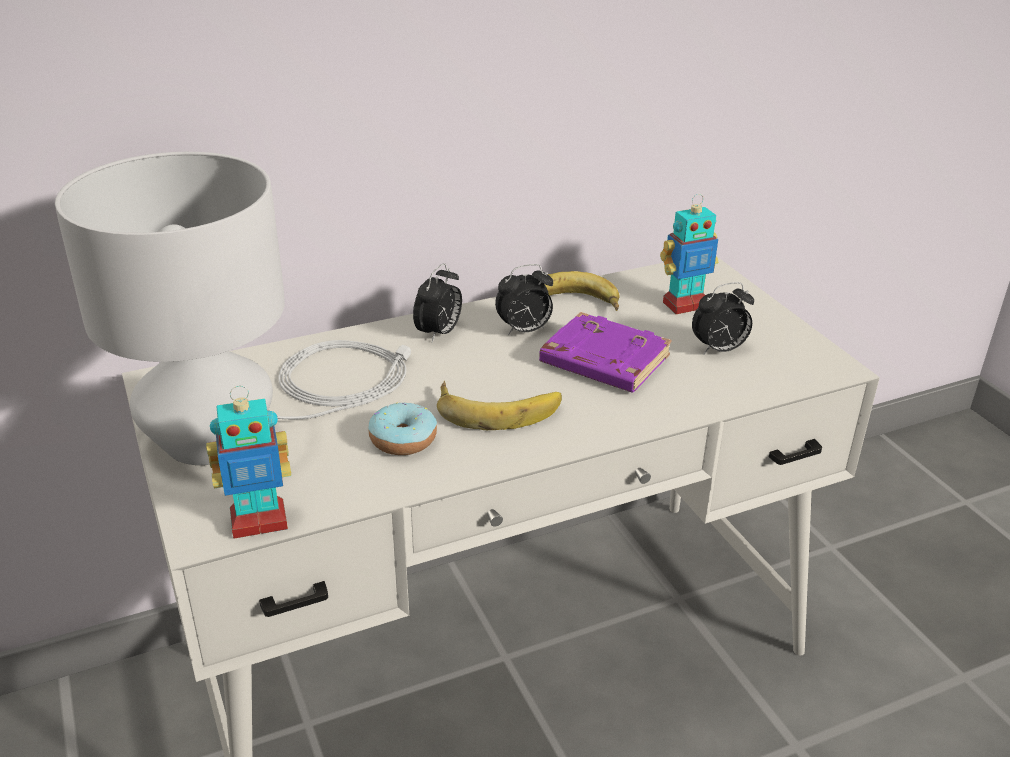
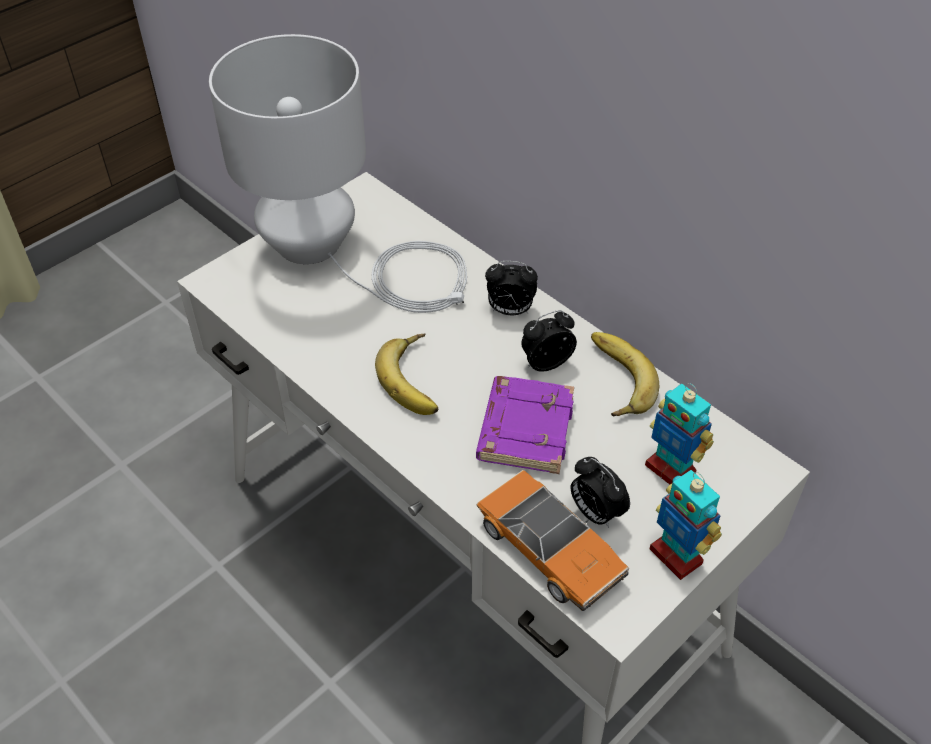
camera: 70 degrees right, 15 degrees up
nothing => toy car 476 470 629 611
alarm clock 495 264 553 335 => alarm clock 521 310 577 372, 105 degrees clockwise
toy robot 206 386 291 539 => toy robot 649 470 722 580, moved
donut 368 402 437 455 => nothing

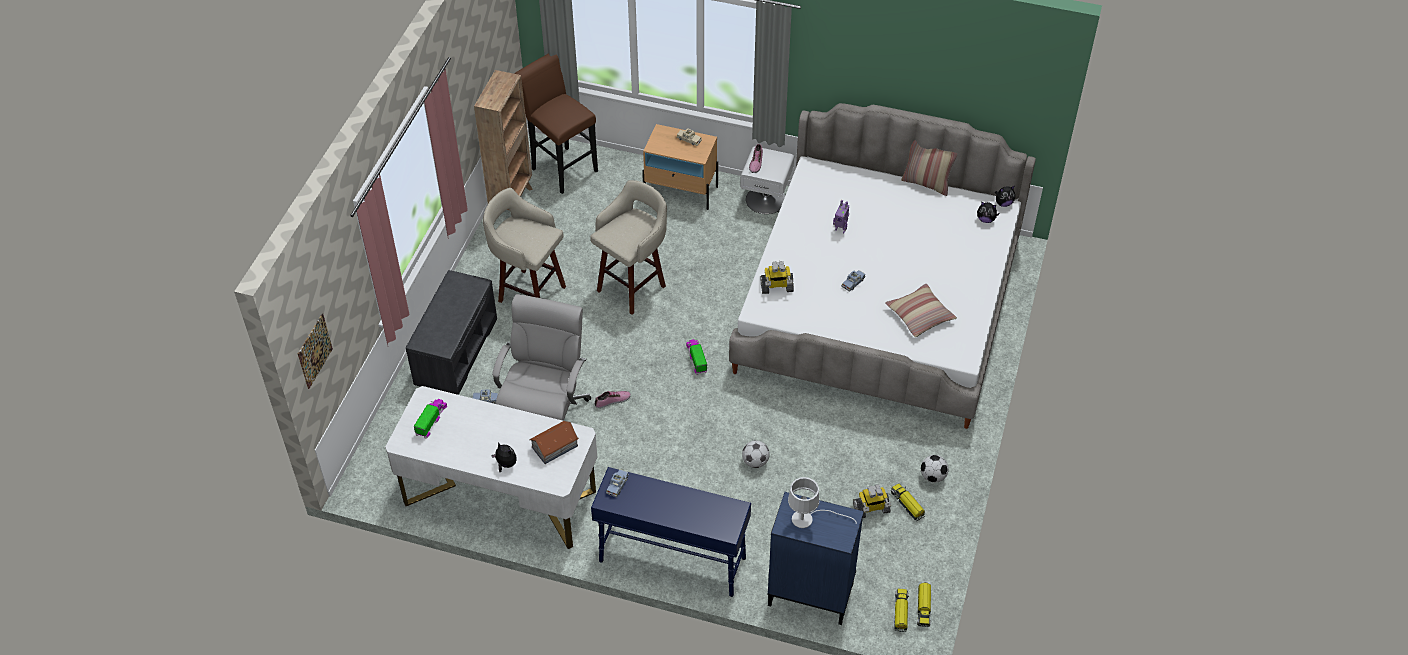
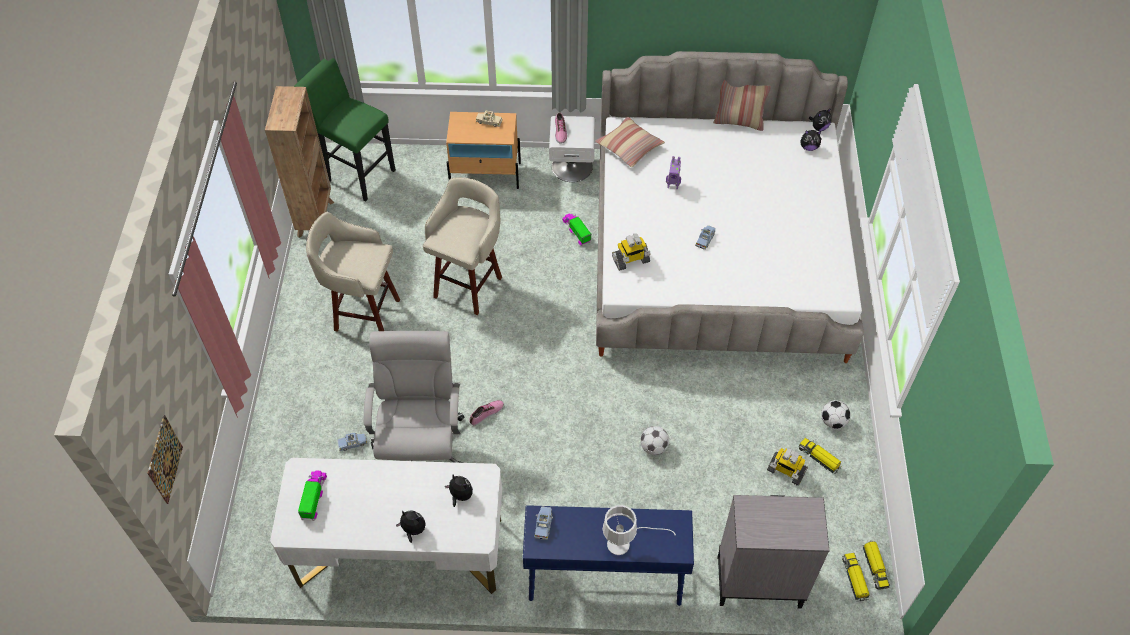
camera: 15 degrees left, 5 degrees up
stool in brown 514 53 598 194 => stool in green 294 58 396 201
toy house 530 421 579 464 => plush toy 445 475 473 507
toy truck 686 339 707 375 => toy truck 562 214 591 246, moved
pillow 885 284 957 337 => pillow 595 117 665 167, moved
table lamp in white 788 477 857 528 => table lamp in white 603 505 676 555, moved
dresser in blue 767 492 864 625 => dresser in grey 718 495 829 609
toy robot 853 485 891 518 => toy robot 767 448 808 486, 60 degrees clockwise
bench in grey 406 270 497 395 => nothing

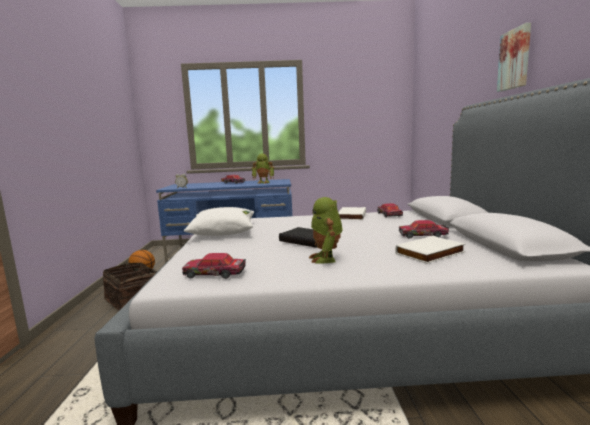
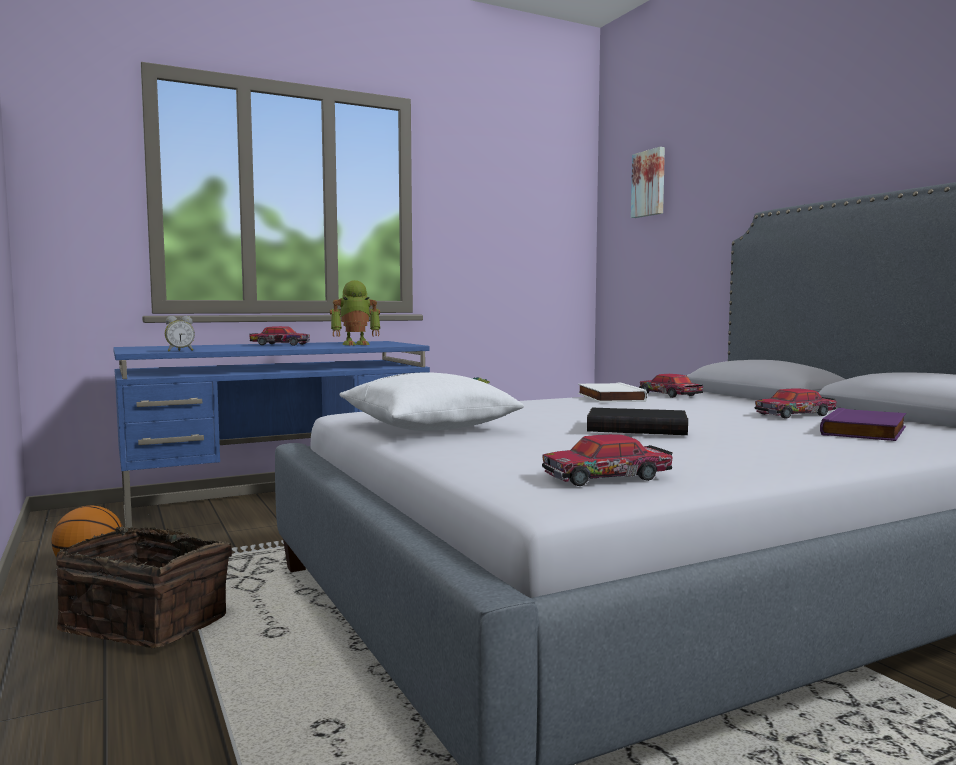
camera: 25 degrees left, 5 degrees down
picture 497 23 531 92 => picture 631 147 665 218, moved
book in white 395 236 465 264 => book in purple 820 408 906 441
toy robot 309 197 343 263 => nothing

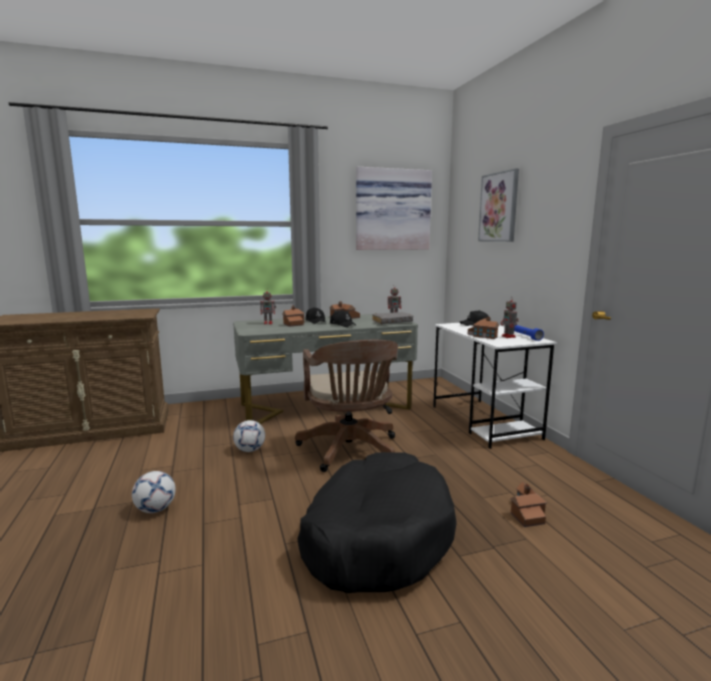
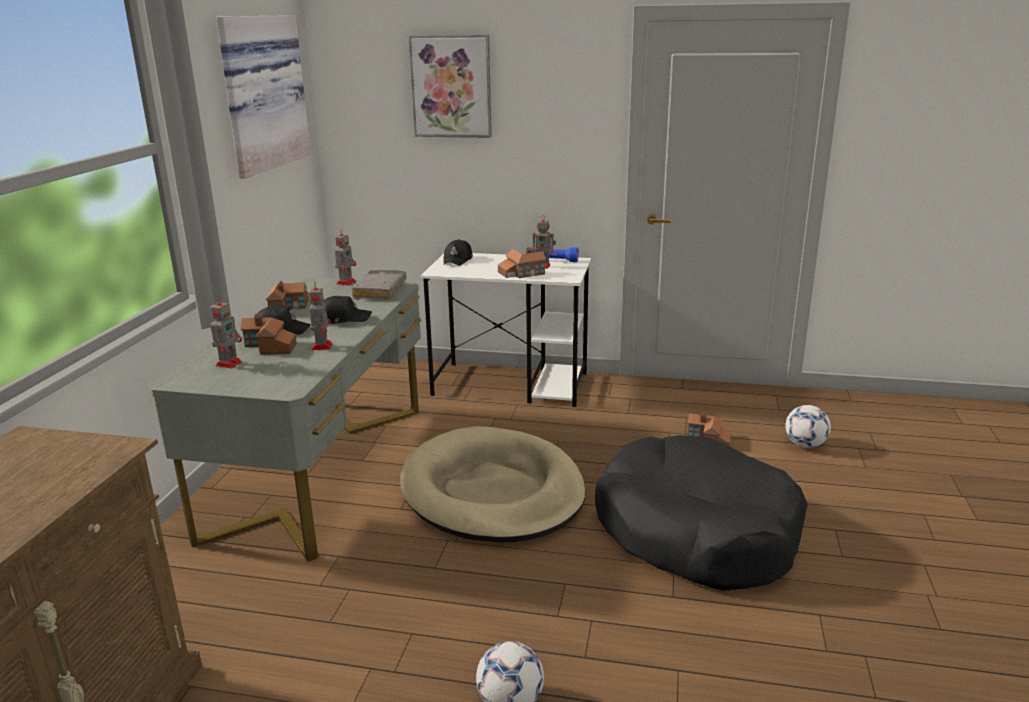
camera: 60 degrees left, 10 degrees up
nothing => toy robot 309 281 333 350
office chair in brown 295 340 398 472 => dog bed in beige 400 426 586 543
football 233 420 265 452 => football 785 405 831 448, moved

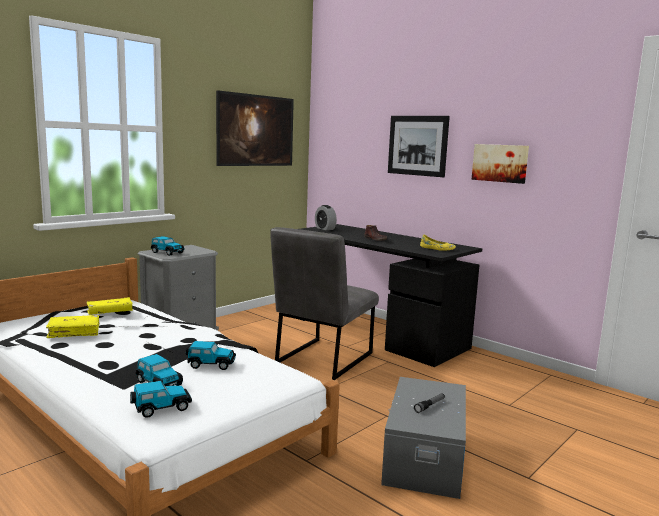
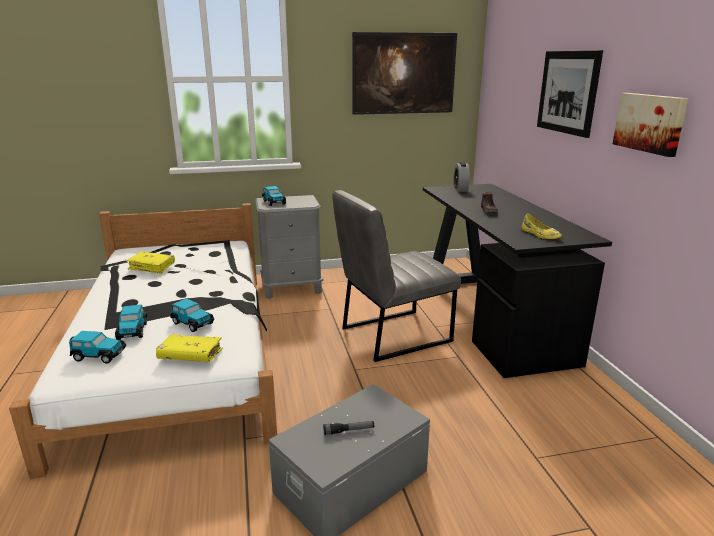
camera: 35 degrees right, 10 degrees up
book in yellow 86 297 133 315 => book in yellow 156 334 223 362, moved

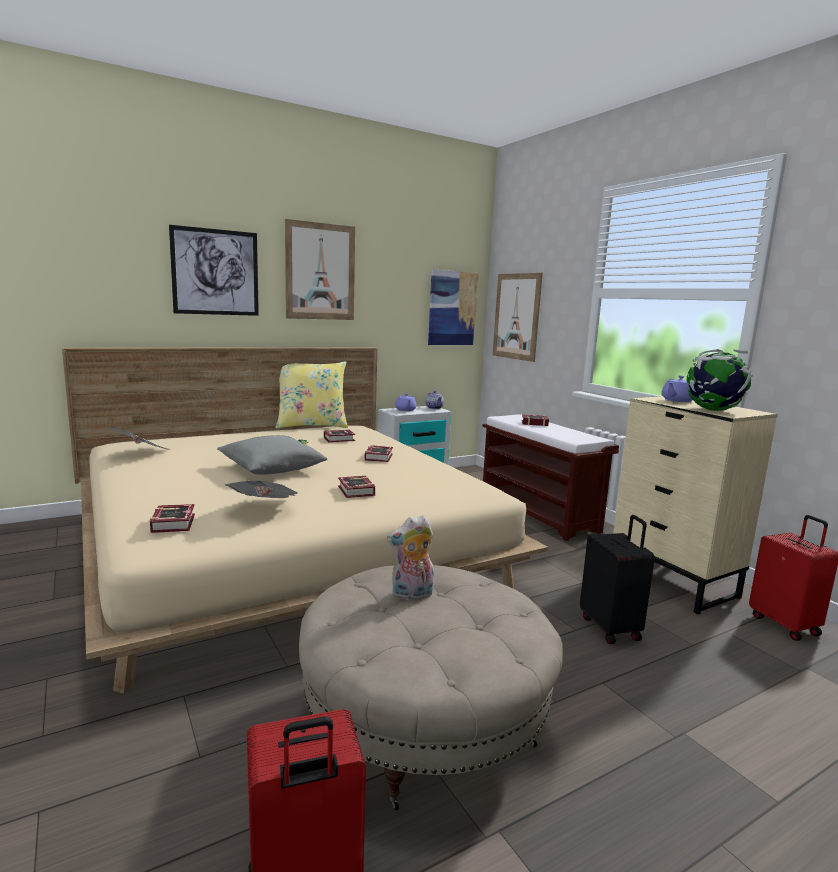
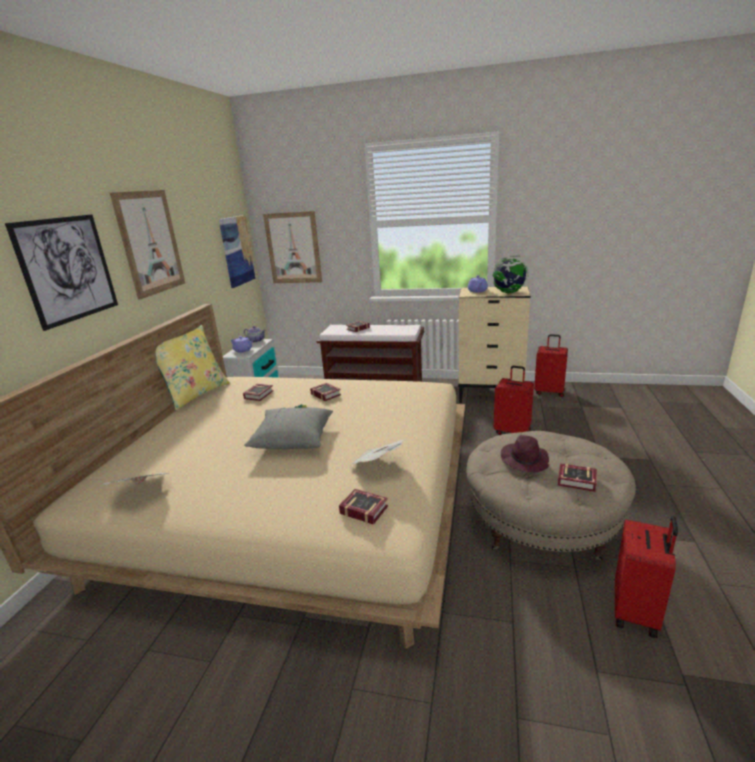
camera: 45 degrees left, 10 degrees up
suitcase in black 580 515 655 644 => suitcase in red 494 366 534 435
plush toy 387 515 434 600 => hat in purple 501 435 549 472
book 338 476 375 498 => book 558 463 597 492, moved

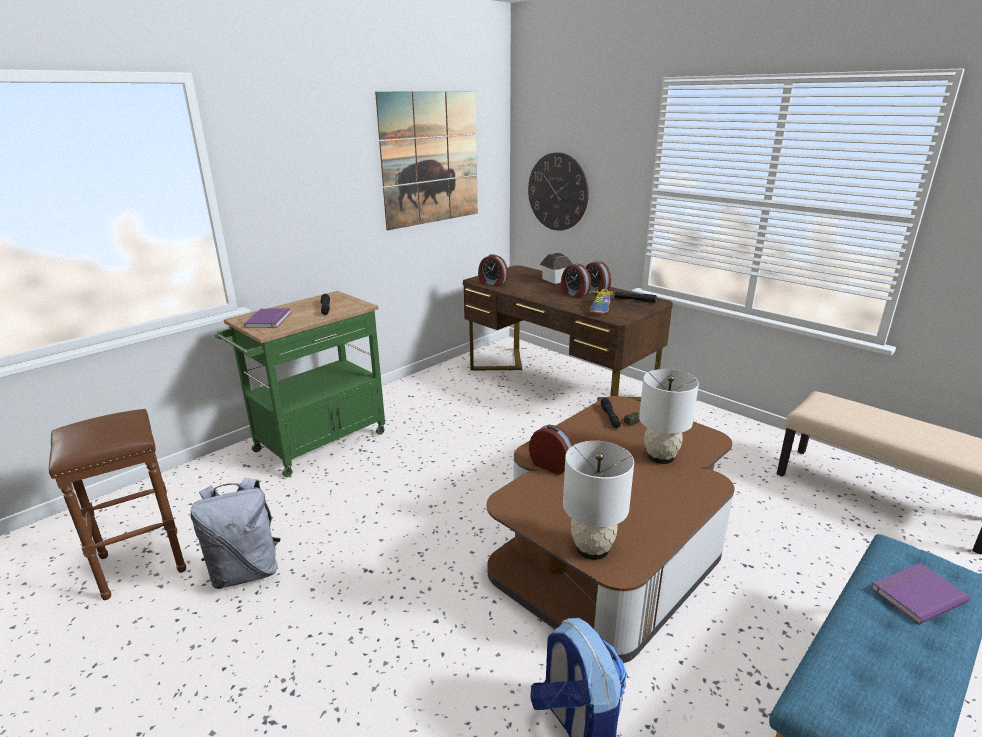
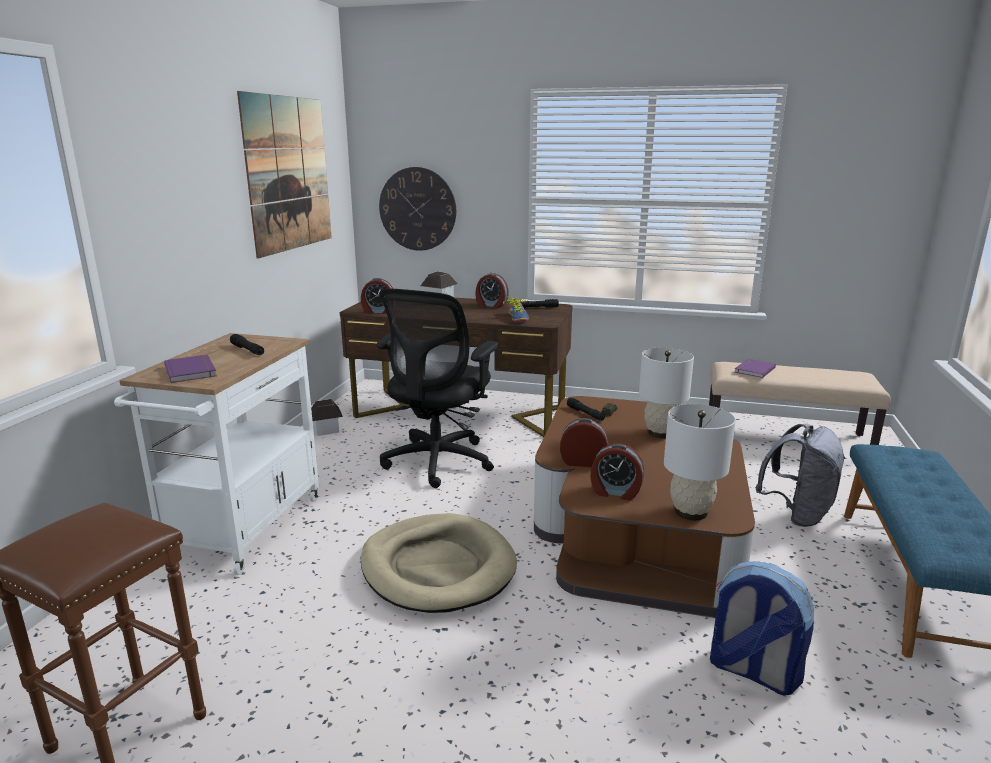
camera: 30 degrees left, 5 degrees down
cart in green 215 291 385 477 => cart in white 114 333 319 575
nothing => toy house 311 399 343 436
nothing => dog bed in beige 361 513 517 613
nothing => office chair in black 377 289 498 488
alarm clock 561 263 591 298 => alarm clock 590 443 644 500, moved
book in purple 871 563 971 625 => book in purple 735 359 776 378, moved
backpack in grey 190 478 281 589 => backpack in grey 755 424 846 527, moved

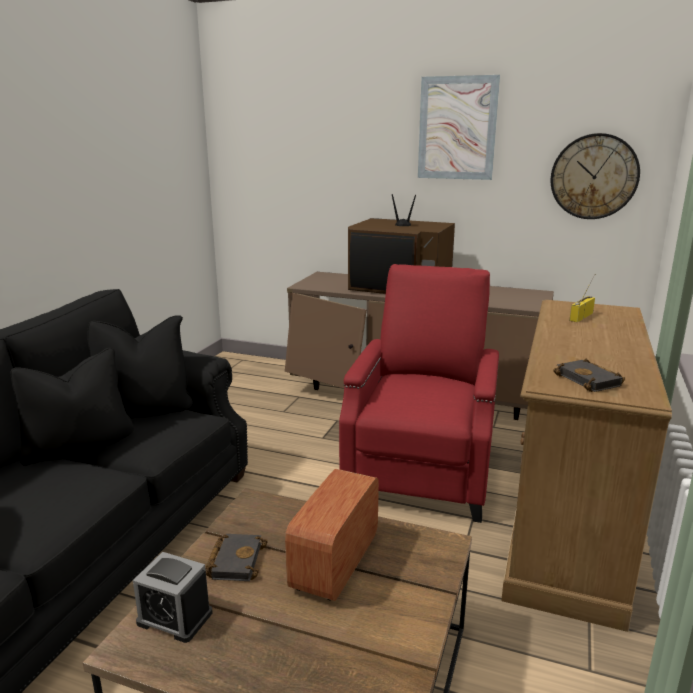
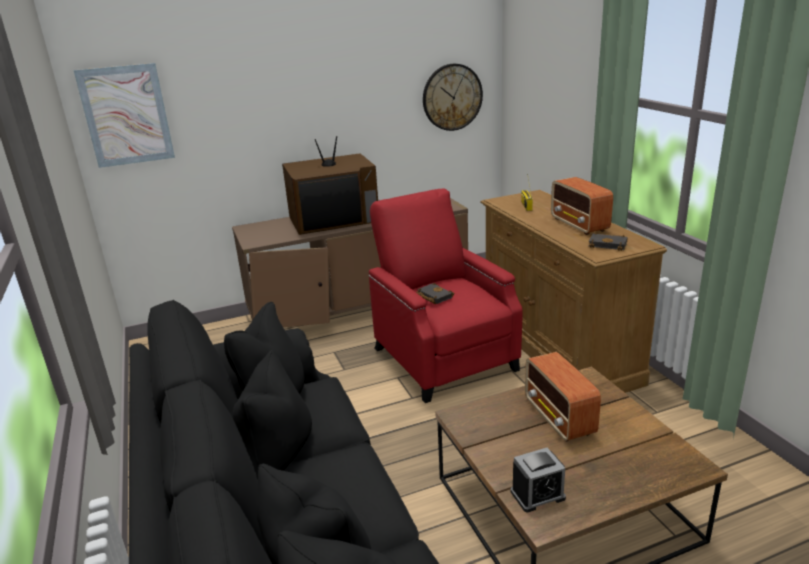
camera: 40 degrees left, 5 degrees up
picture 418 75 500 180 => picture 73 63 175 168, moved
book in black 205 534 268 581 => book in black 416 283 454 304, moved
nothing => radio 551 177 613 235

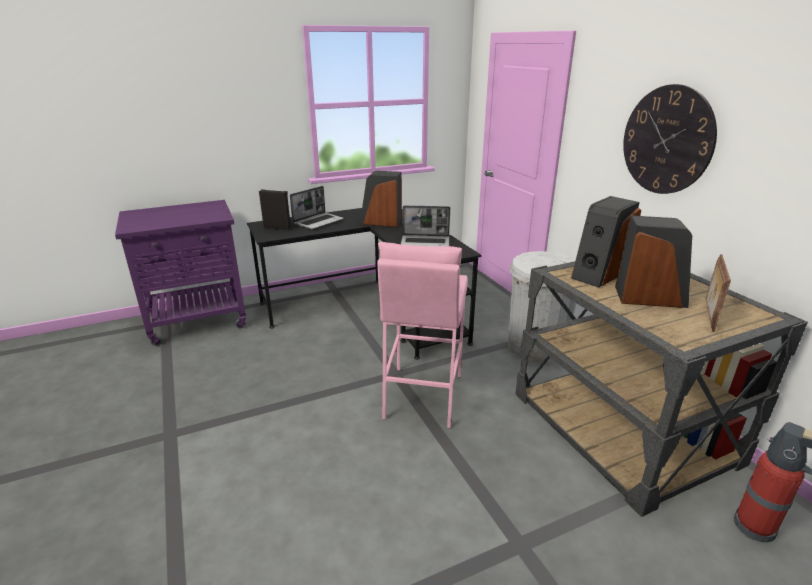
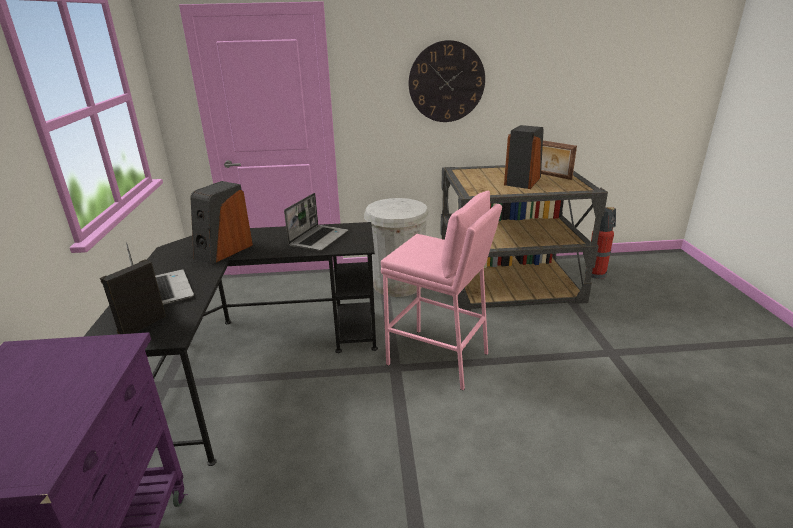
camera: 70 degrees left, 0 degrees up
speaker 571 196 641 288 => nothing

